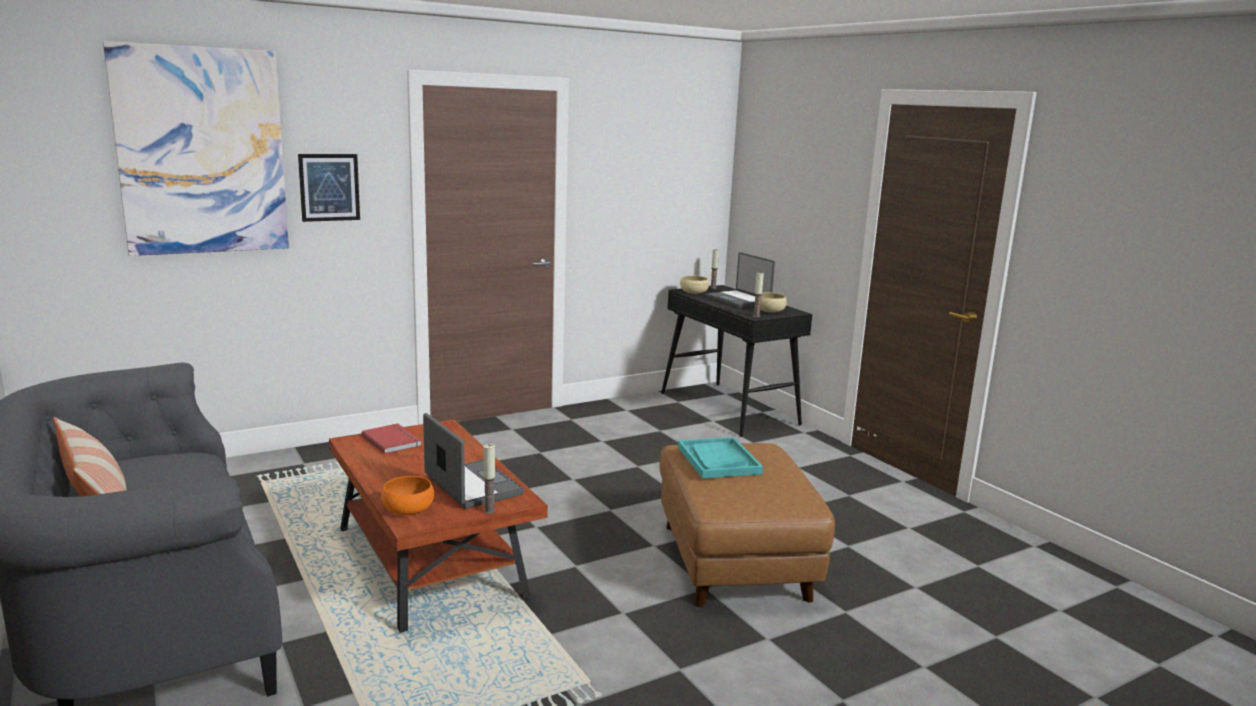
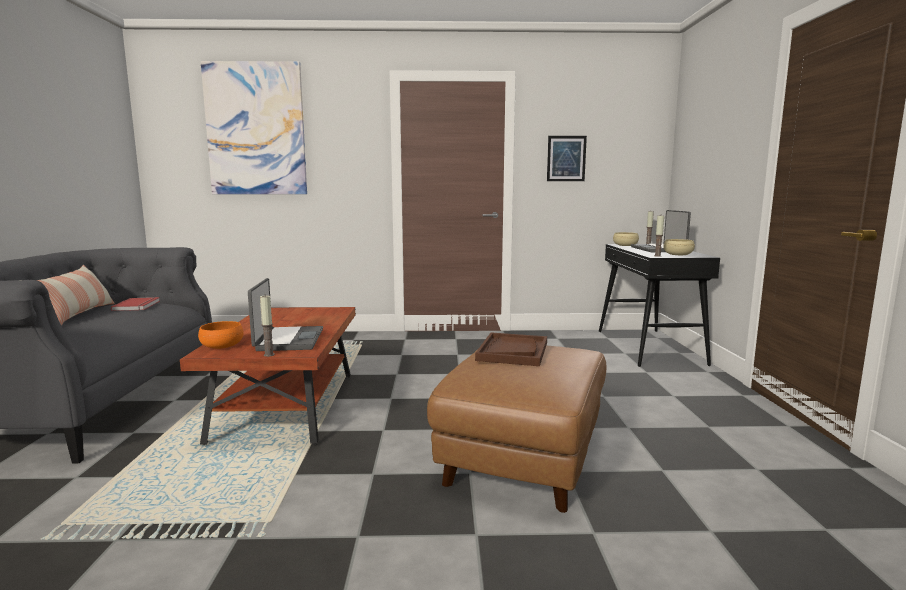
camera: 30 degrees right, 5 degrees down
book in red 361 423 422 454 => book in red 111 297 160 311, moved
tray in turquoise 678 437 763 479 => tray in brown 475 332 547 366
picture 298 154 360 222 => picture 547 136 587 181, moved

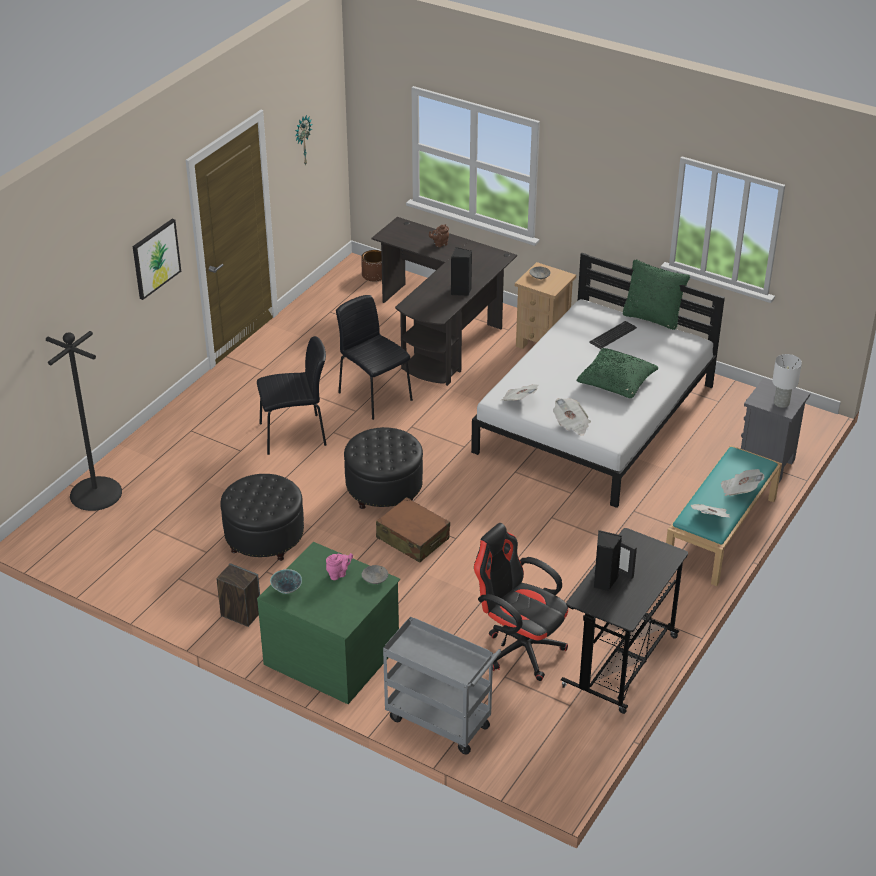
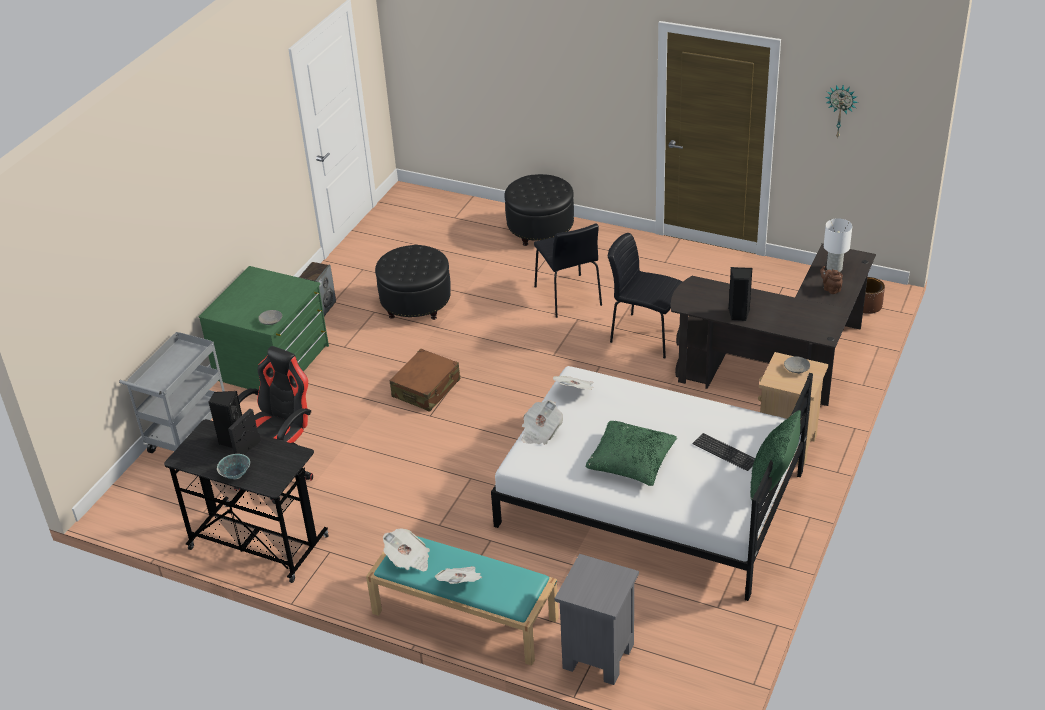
camera: 85 degrees right, 0 degrees up
bowl 270 569 302 594 => bowl 217 454 250 480, moved
ottoman in black 344 427 423 509 => ottoman in black 504 174 574 246, moved
chair in black 336 295 413 420 => chair in black 608 233 683 359, 105 degrees counterclockwise
table lamp in white 772 354 802 408 => table lamp in white 824 218 852 272, moved
clothes rack in black 46 331 122 511 => nothing
picture 133 219 181 300 => nothing
teapot in pink 326 553 353 580 => nothing

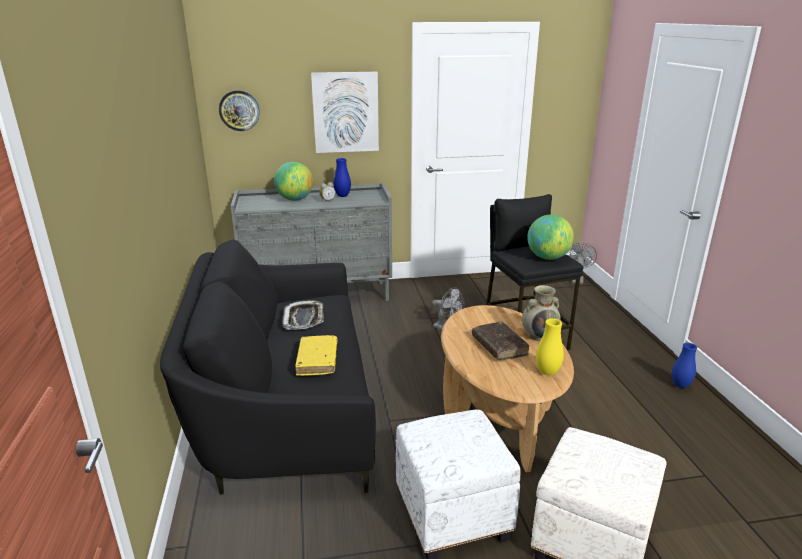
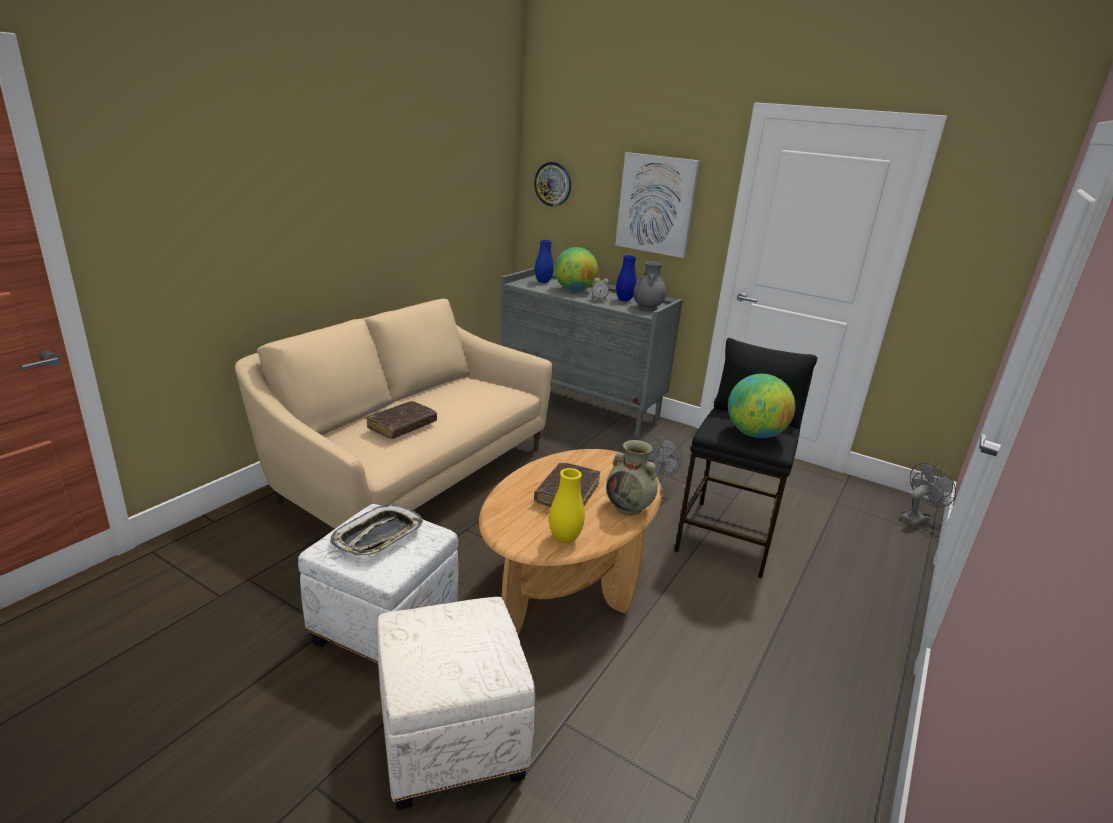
camera: 40 degrees right, 0 degrees up
sofa in black 160 239 376 495 => sofa in beige 235 299 552 529
tray 282 300 324 330 => tray 330 505 423 556, moved
book in yellow 295 335 337 376 => book in brown 366 401 437 439
vase in blue 672 343 697 388 => vase in blue 535 240 554 283, moved
nothing => vase in grey 633 261 666 311

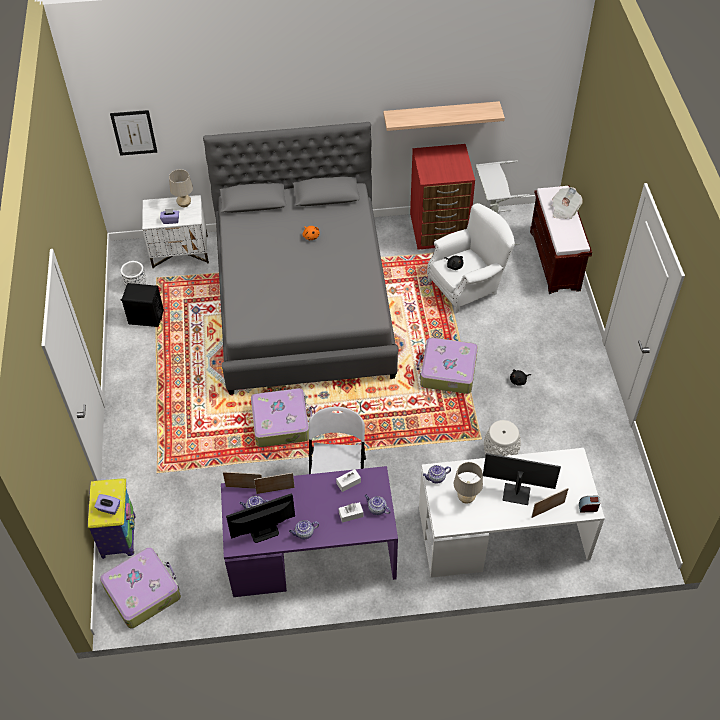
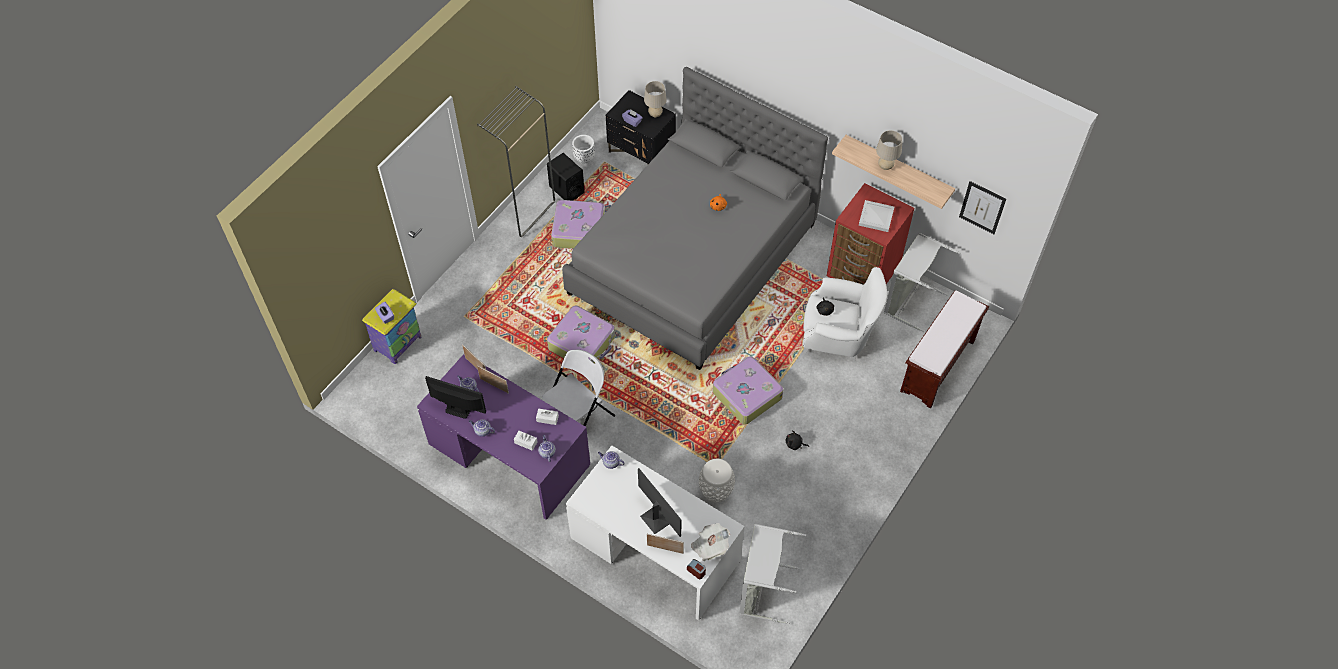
camera: 40 degrees right, 5 degrees up
nothing => clothes rack in grey 477 85 555 237
suitcase 100 547 181 628 => suitcase 551 200 605 249, moved
nightstand in white 142 195 209 268 => nightstand in black 606 90 676 164
newspaper 552 187 583 219 => newspaper 691 523 730 561, moved
nothing => laundry basket in grey 739 524 807 624
nothing => tray in white 859 200 894 232
table lamp in beige 454 462 483 503 => table lamp in beige 876 130 903 170, moved
picture 110 110 157 156 => picture 959 181 1006 234, moved

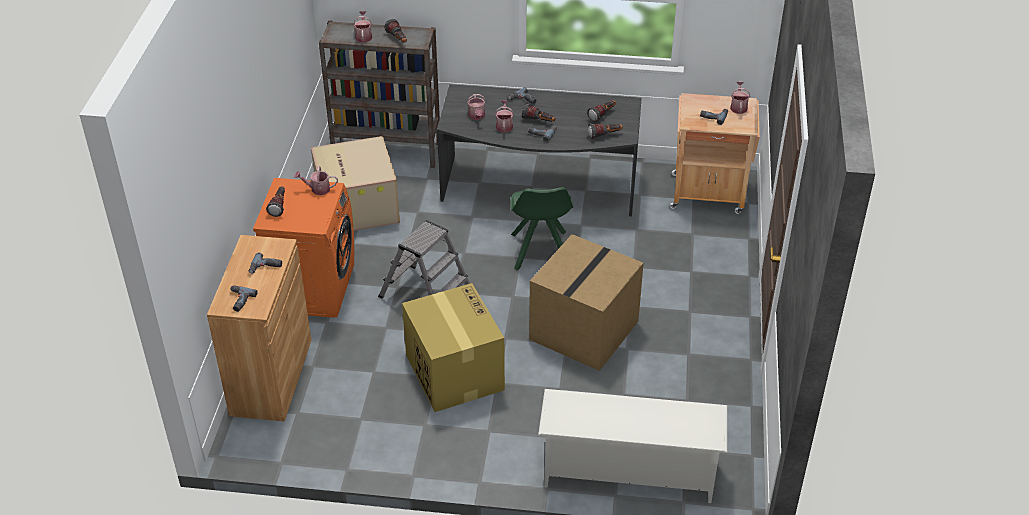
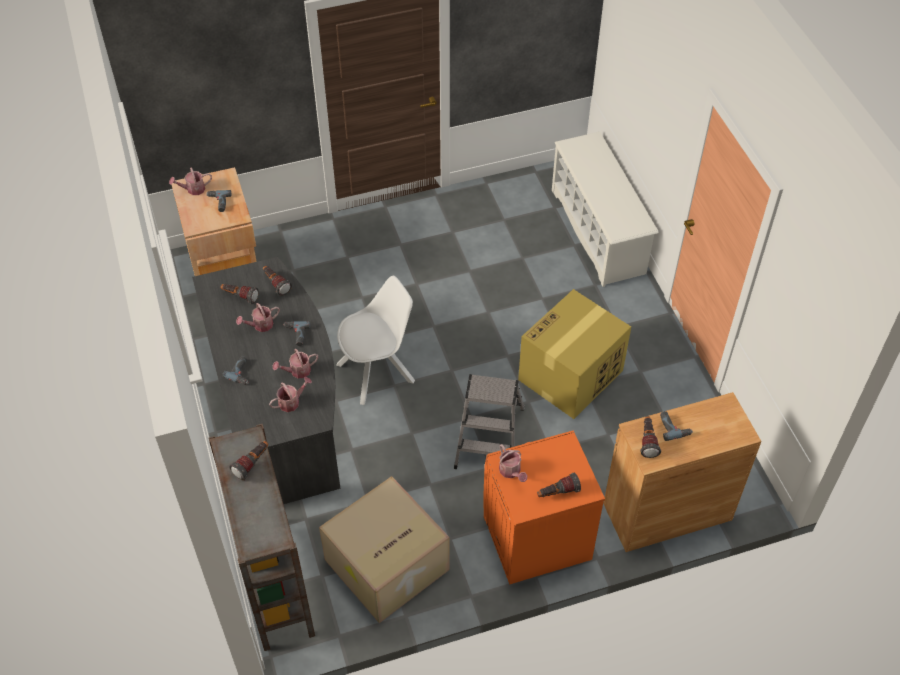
camera: 115 degrees left, 10 degrees up
watering can 353 11 372 42 => watering can 236 303 280 332, moved
chair in green 511 187 573 270 => chair in white 336 276 415 405
flashlight 522 104 556 122 => flashlight 640 416 661 458, moved
power drill 230 285 258 312 => nothing
cardboard box 529 234 644 371 => nothing

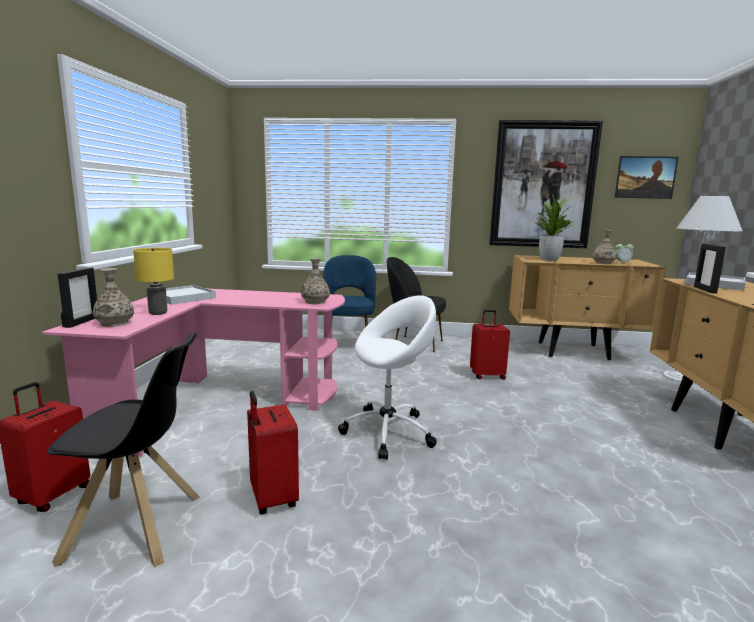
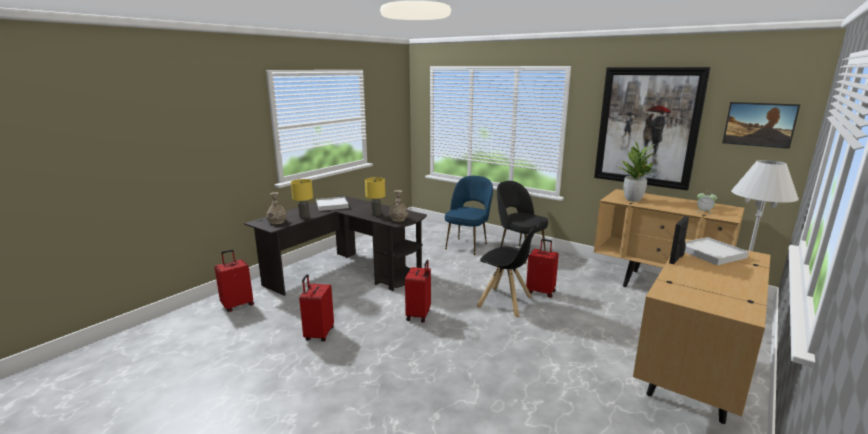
camera: 30 degrees right, 5 degrees up
desk in pink 42 289 345 457 => desk in black 244 195 427 296
nothing => table lamp in yellow 365 177 385 216
office chair in white 338 295 437 460 => suitcase in red 405 260 431 323
chair in black 47 332 200 567 => chair in black 476 221 543 317, moved
picture frame 58 267 97 328 => nothing
vase 592 230 617 264 => nothing

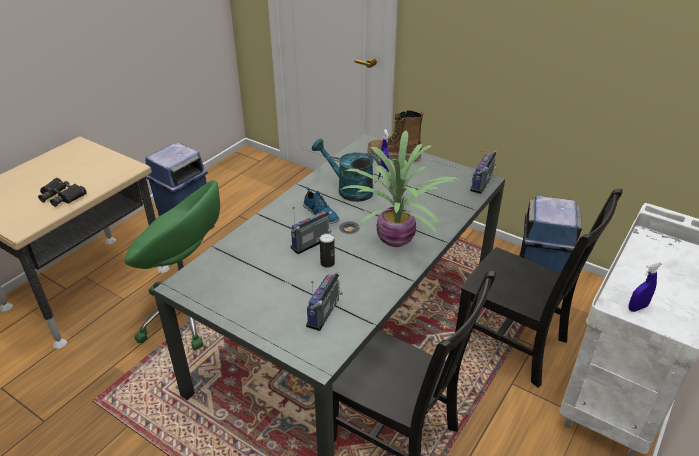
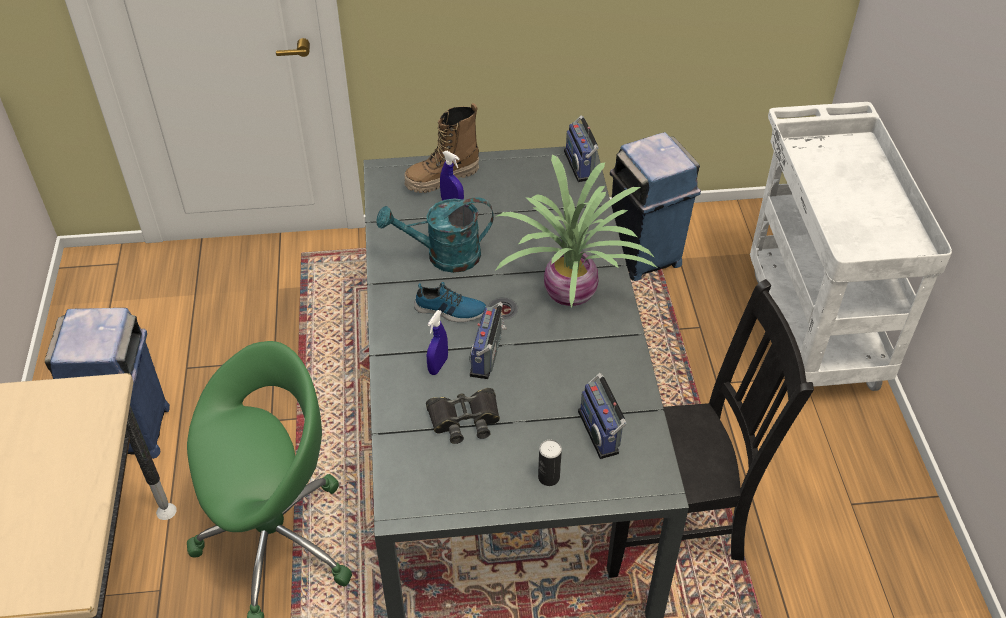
camera: 40 degrees left, 10 degrees up
binoculars in black 38 178 87 207 => binoculars in black 426 388 500 444, moved
spray bottle in blue 629 261 661 312 => spray bottle in blue 427 310 448 375, moved
can 320 233 335 268 => can 538 440 562 486, moved
chair in black 455 189 623 387 => nothing

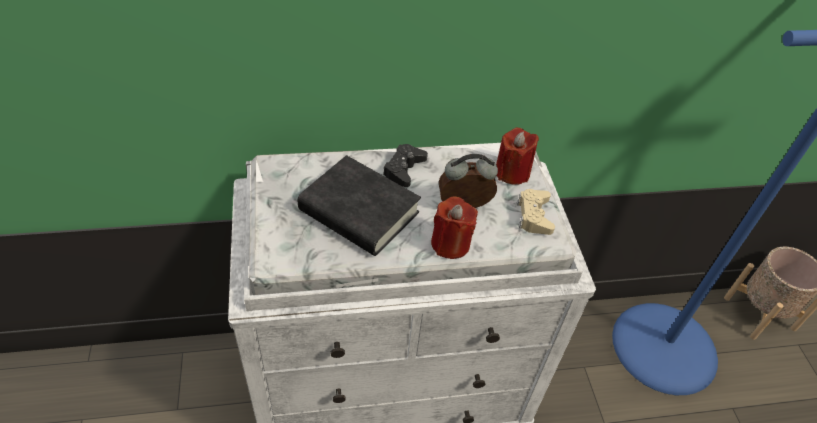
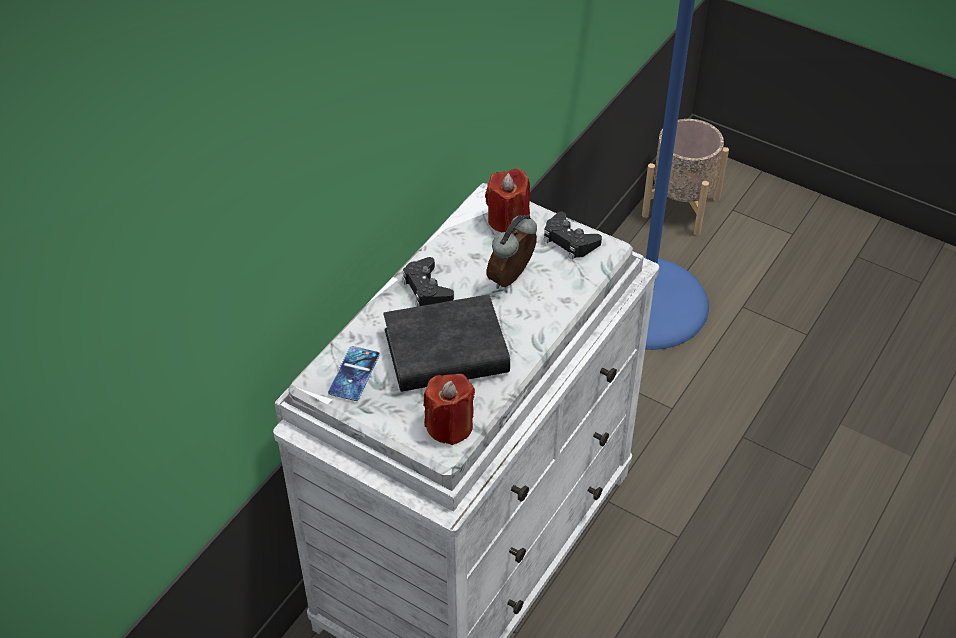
camera: 45 degrees left, 0 degrees up
nothing => phone 328 346 380 401
candle in red 431 196 478 259 => candle in red 423 374 475 445, moved
game controller in beige 517 189 555 235 => game controller in black 544 211 602 259

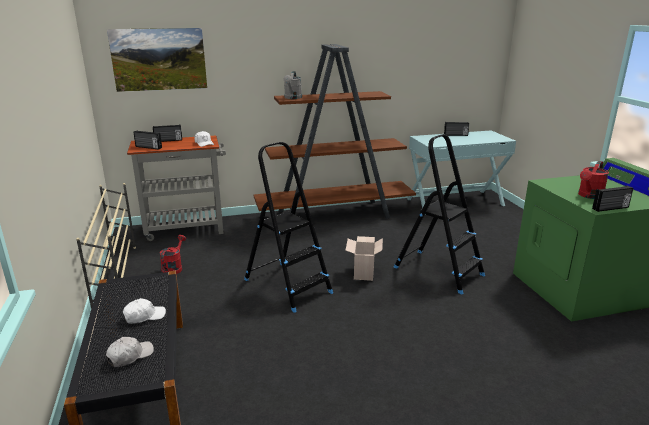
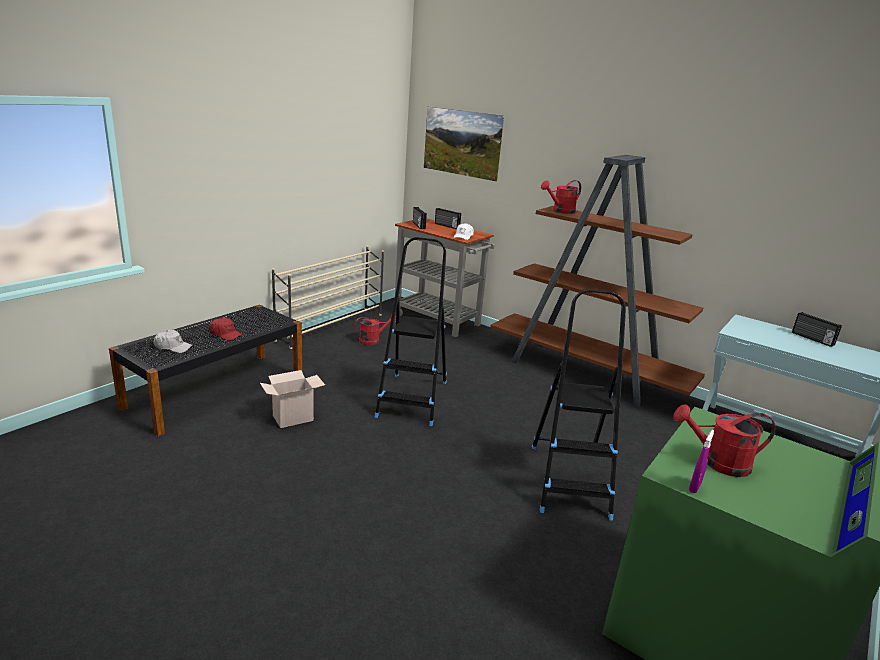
camera: 50 degrees right, 0 degrees up
cap in white 123 298 166 324 => cap in red 209 318 243 341
cardboard box 345 236 383 281 => cardboard box 260 370 325 428, moved
watering can in grey 284 71 302 99 => watering can in red 541 180 581 214
radio 592 186 633 212 => spray bottle in purple 689 430 714 493

